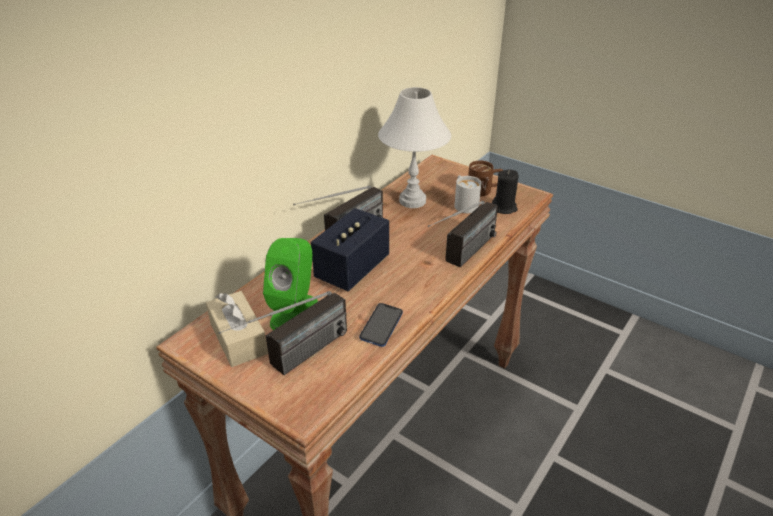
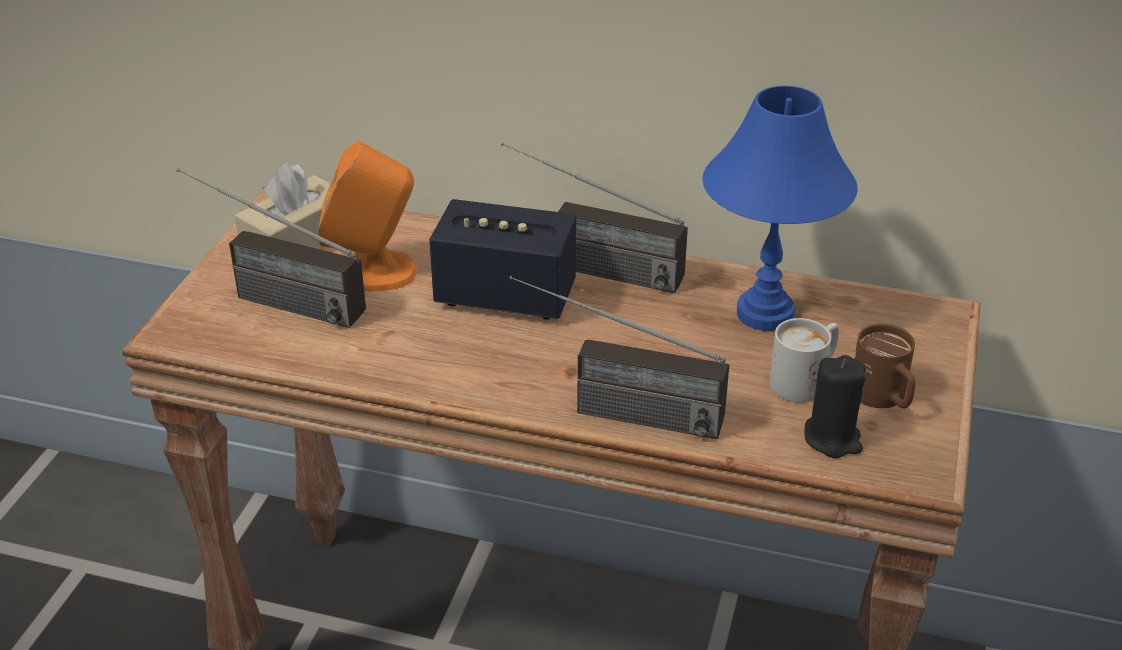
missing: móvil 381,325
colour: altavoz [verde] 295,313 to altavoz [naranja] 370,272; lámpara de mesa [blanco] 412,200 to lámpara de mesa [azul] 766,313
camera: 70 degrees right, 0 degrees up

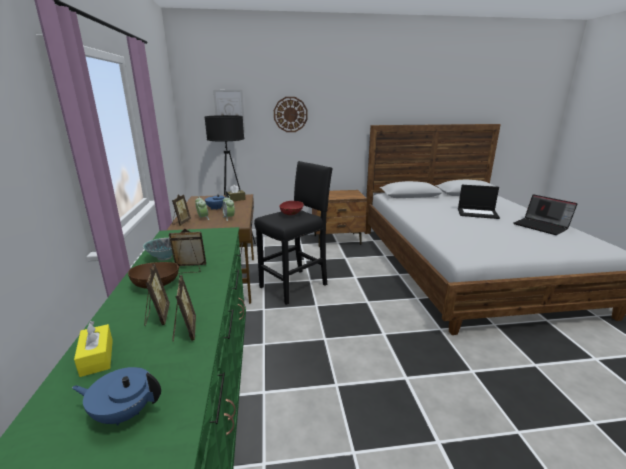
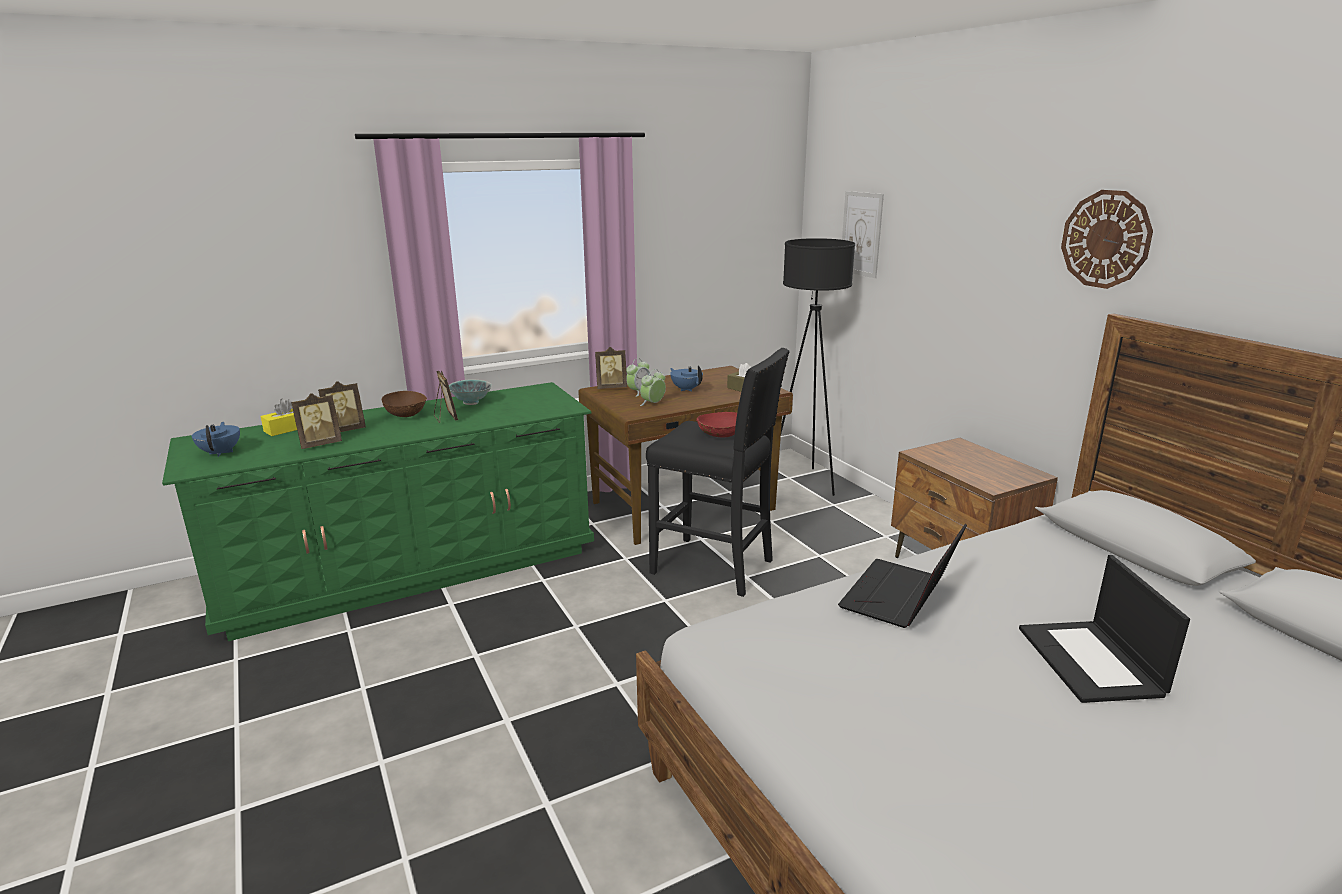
relocated: reloj de pared 290,114 to 1106,239; portátil 542,226 to 900,598
camera: 70 degrees right, 0 degrees up

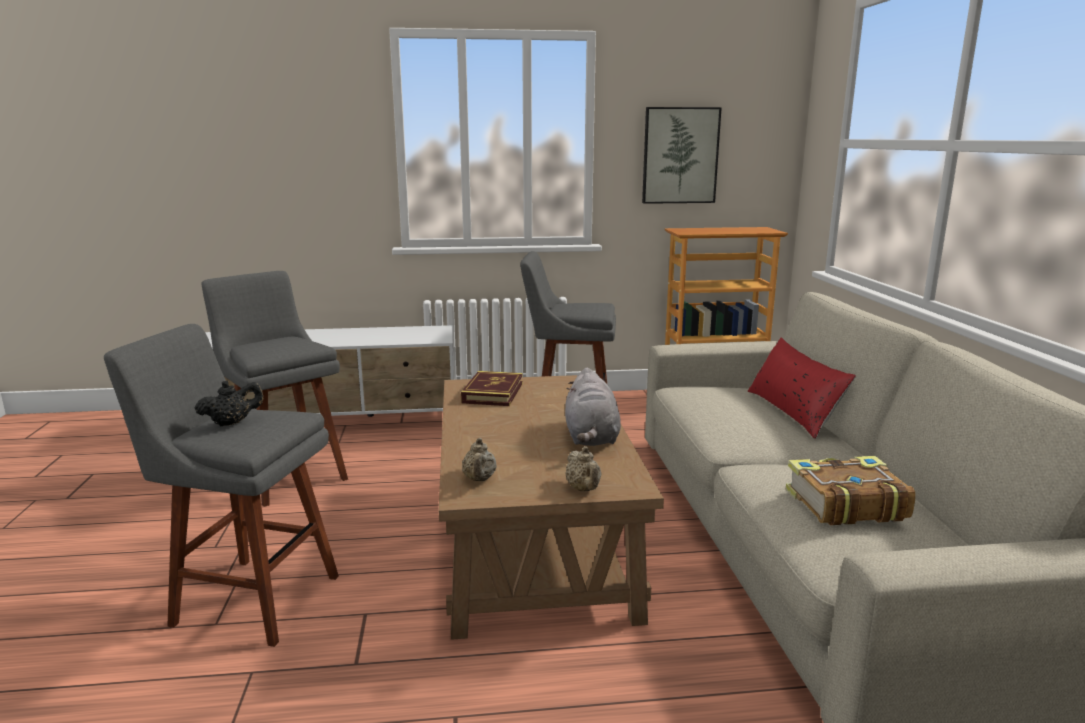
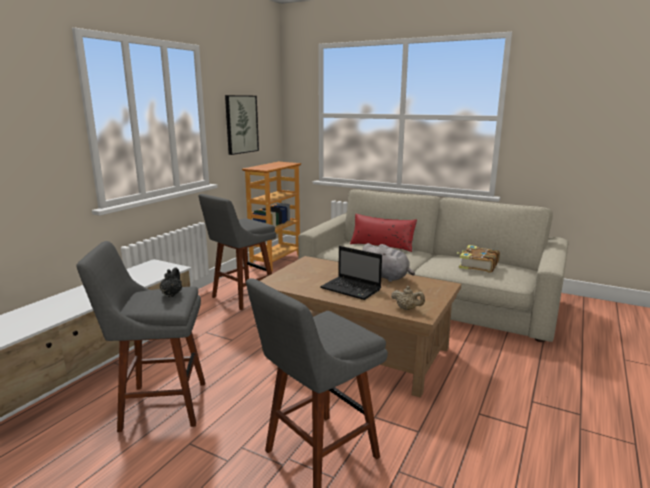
missing: libro 493,393; tetera [beis] 584,489
appeared: portátil 352,289
relocated: tetera [negro] 232,423 to 172,294
camera: 55 degrees left, 0 degrees up

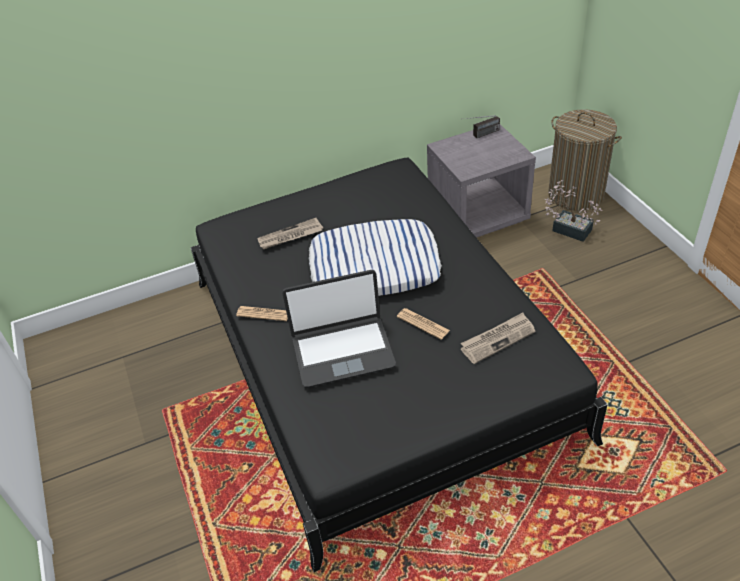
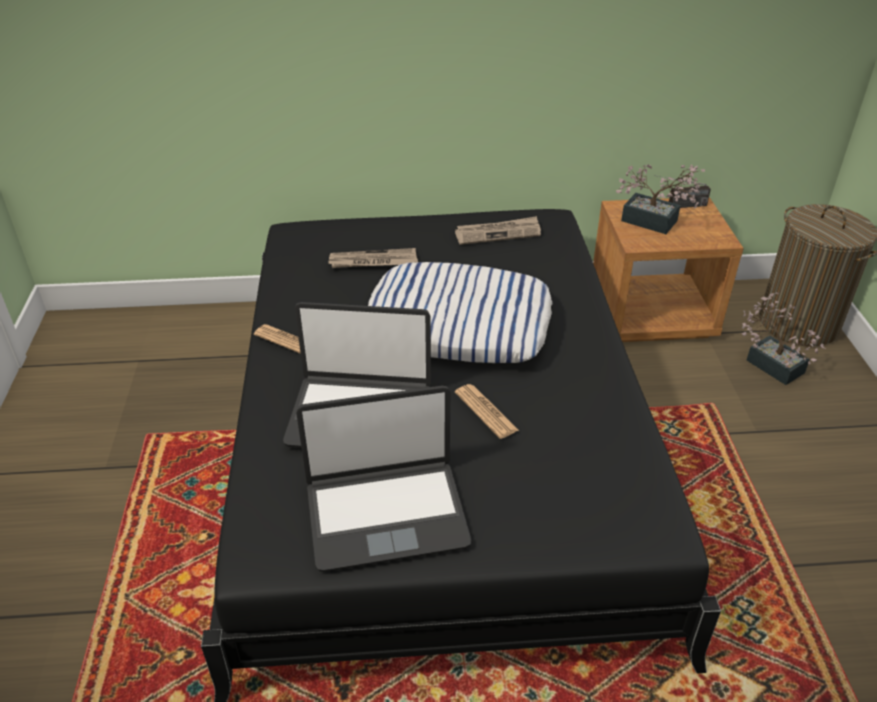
appeared: portátil 386,514; planta en maceta 655,223
relocated: periódico 497,339 to 498,233
colour: mesita de noche [gris] 478,215 to mesita de noche [marrón] 652,315
camera: 15 degrees right, 5 degrees down

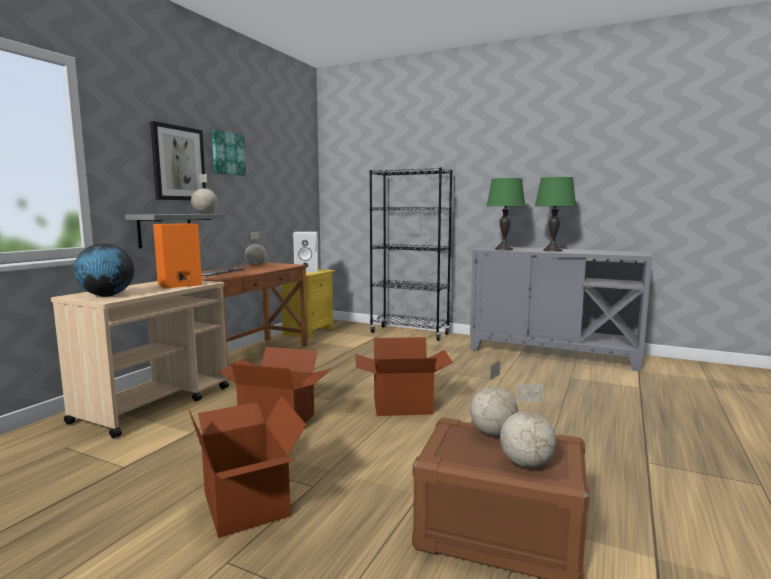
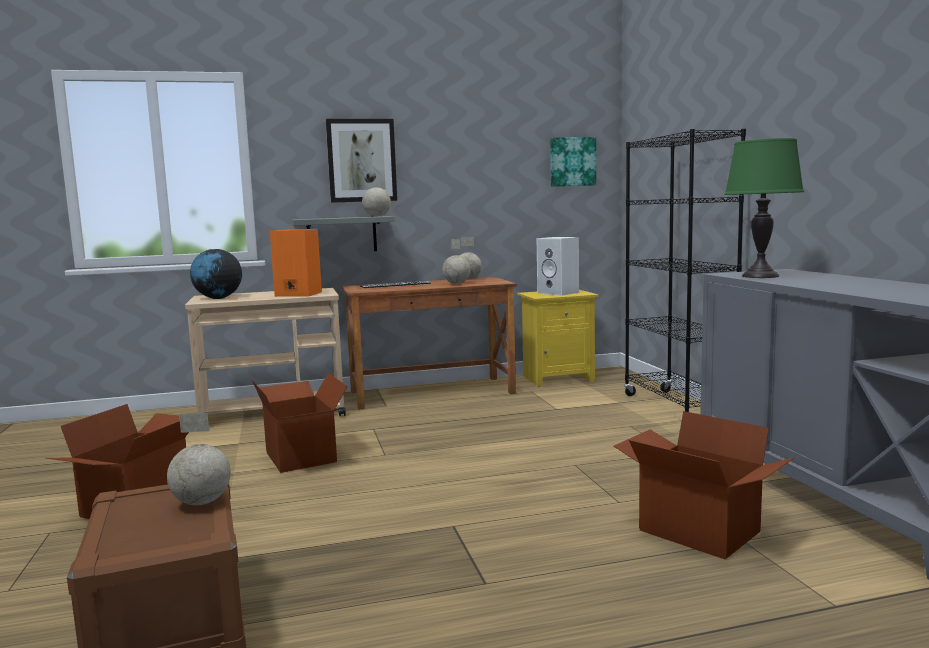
missing: lámpara de mesa [verde] 552,250
relocated: cuadro 227,153 to 572,162; caja de cartón 402,406 to 697,532; globo terráqueo 525,463 to 457,283
camera: 50 degrees right, 0 degrees up

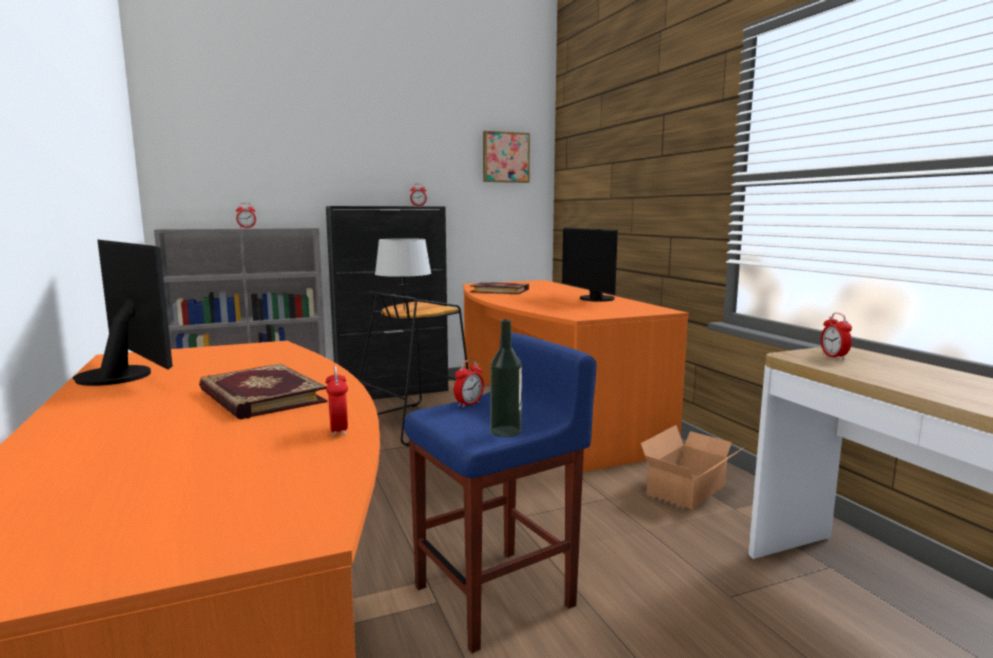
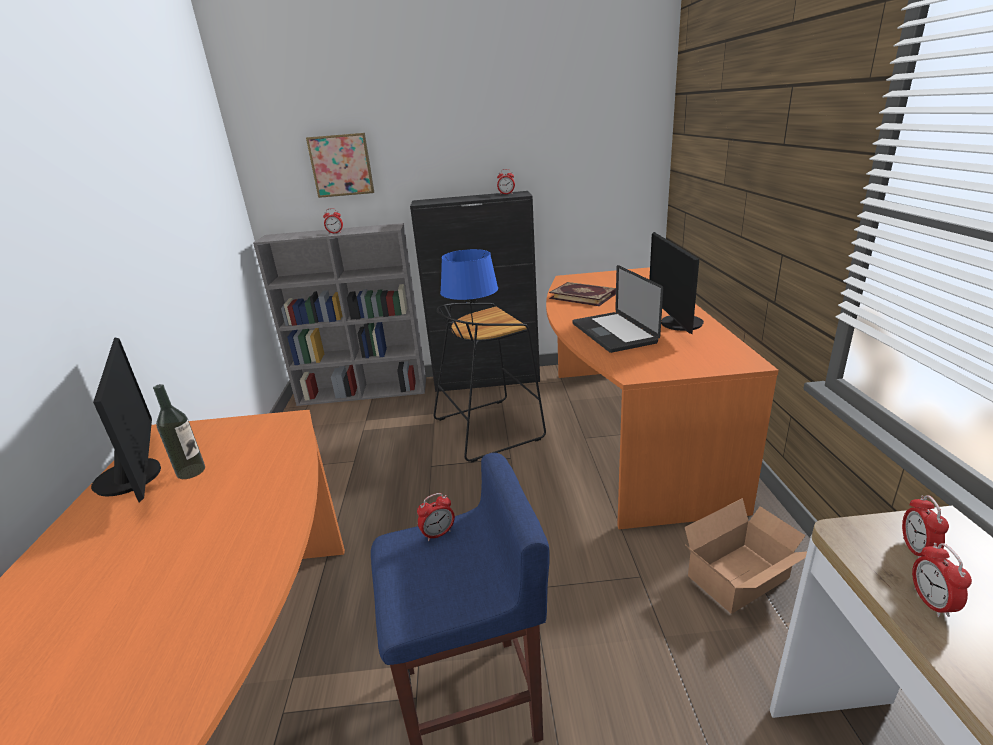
missing: libro 259,396
appeared: portátil 613,333
relocated: despertador 338,430 to 931,602; cuadro 505,157 to 341,165; botella 505,431 to 191,471
colour: lámpara de mesa [gris] 404,310 to lámpara de mesa [azul] 472,326
camera: 20 degrees right, 15 degrees up

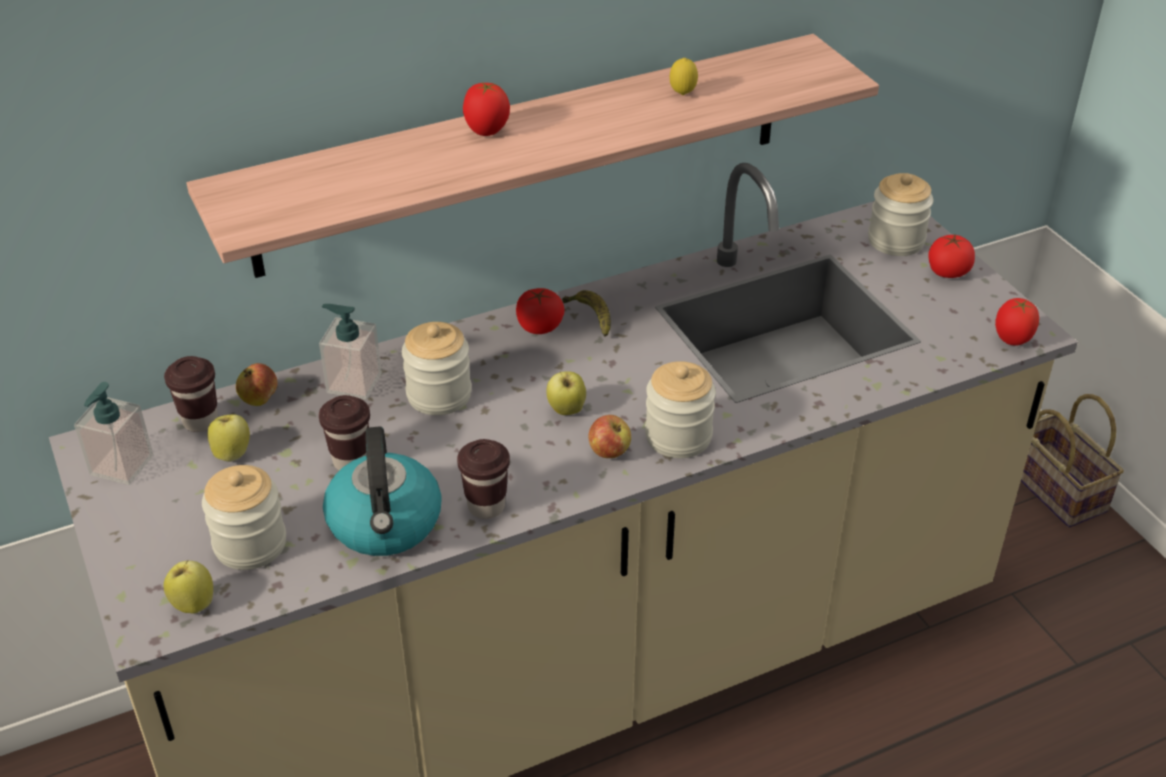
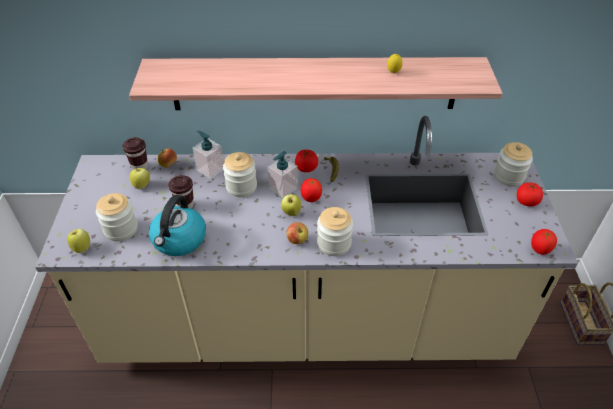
missing: taza [marrón] 486,506
relocated: dispensador de jabón 121,465 to 283,188; tomate 487,132 to 311,199
camera: 25 degrees right, 5 degrees up

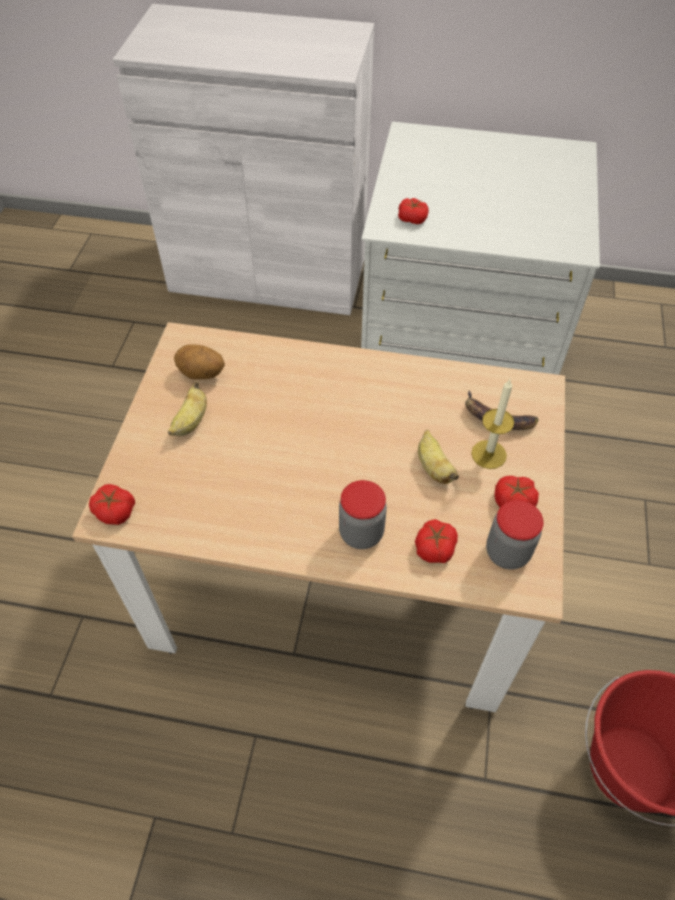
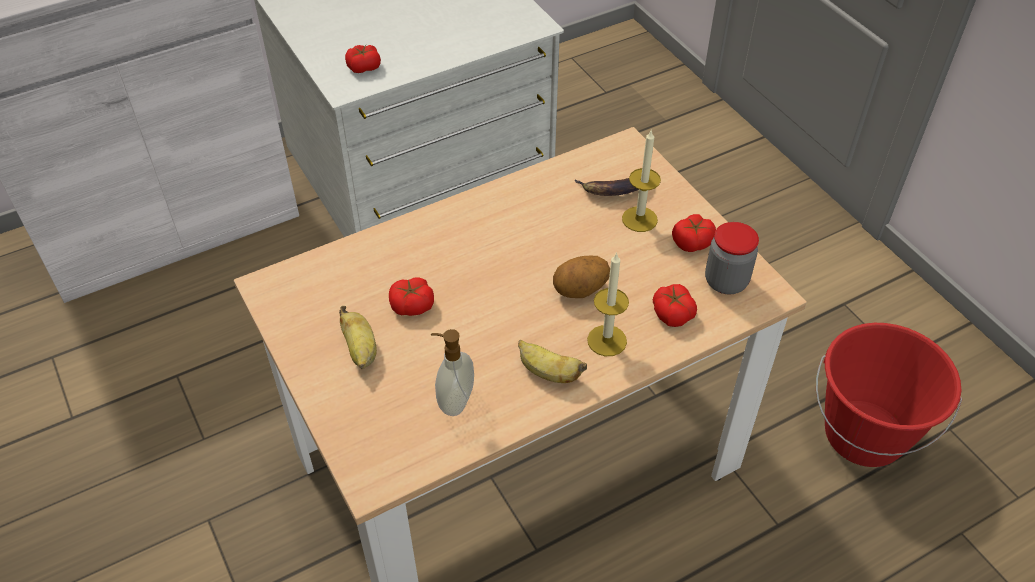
appeared: dispensador de jabón 454,401
relocated: tomate 114,511 to 412,305; patata 201,374 to 580,290; plátano 433,467 to 548,373
exchanged: tarro 361,533 to vela 607,340
camera: 40 degrees left, 5 degrees down

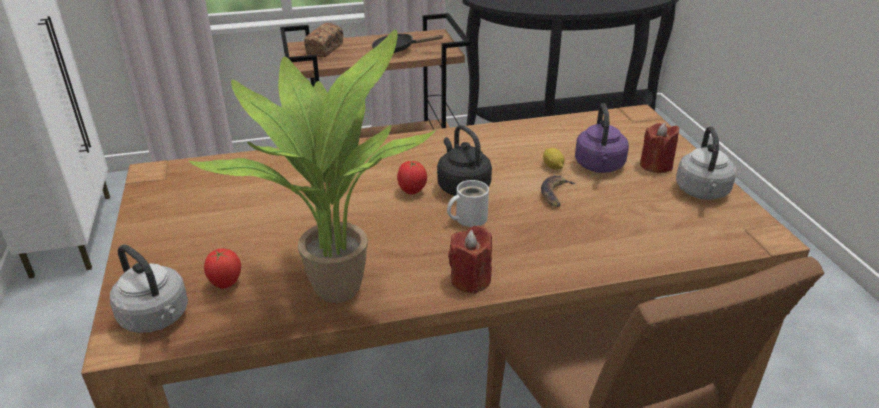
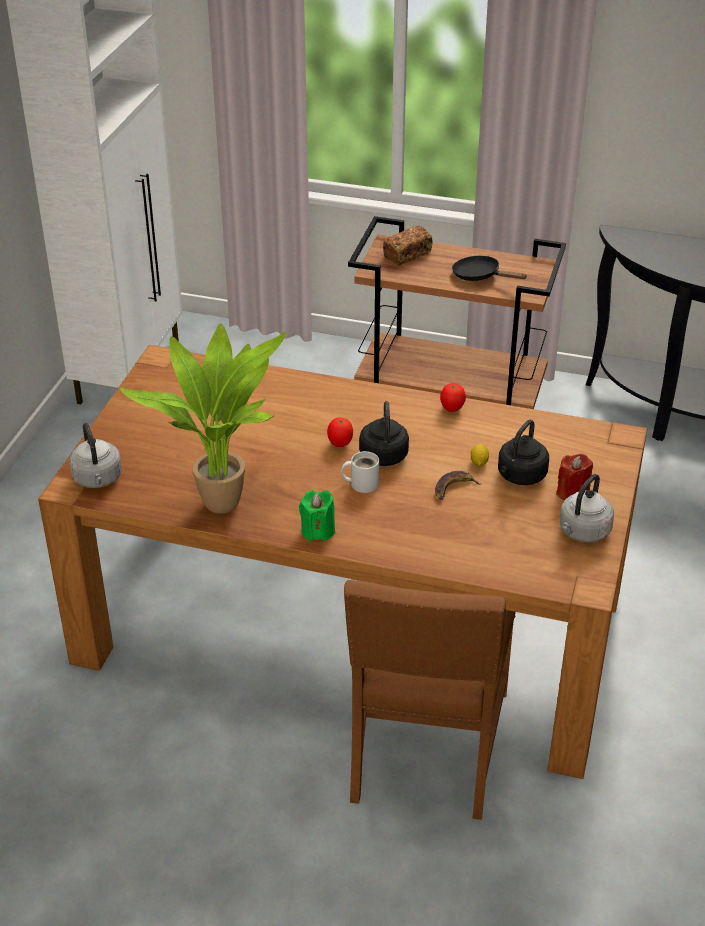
relocated: tomate 225,284 to 451,409
colour: vela [rojo] 470,279 to vela [verde] 317,531; hervidor [morado] 599,166 to hervidor [negro] 520,476
camera: 30 degrees right, 5 degrees up

